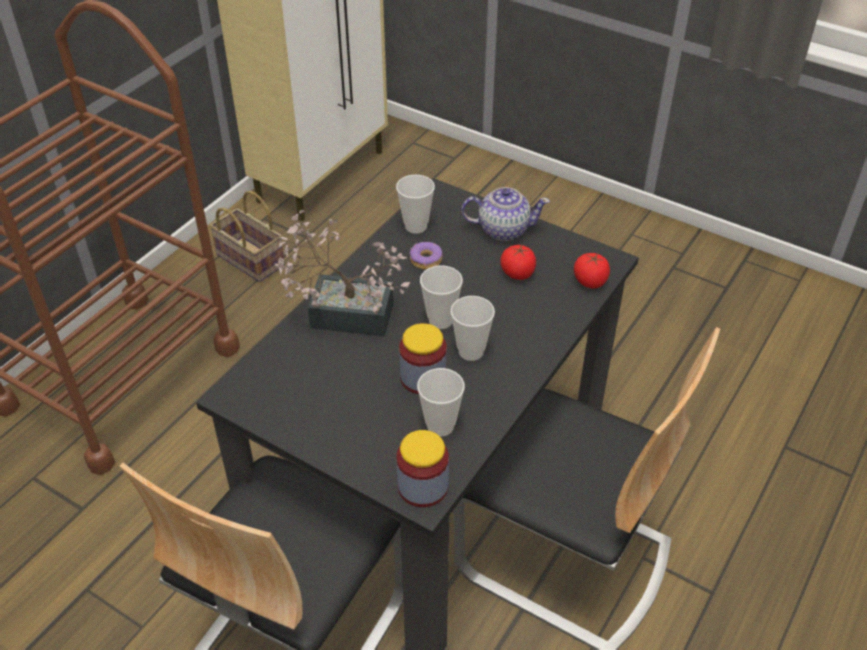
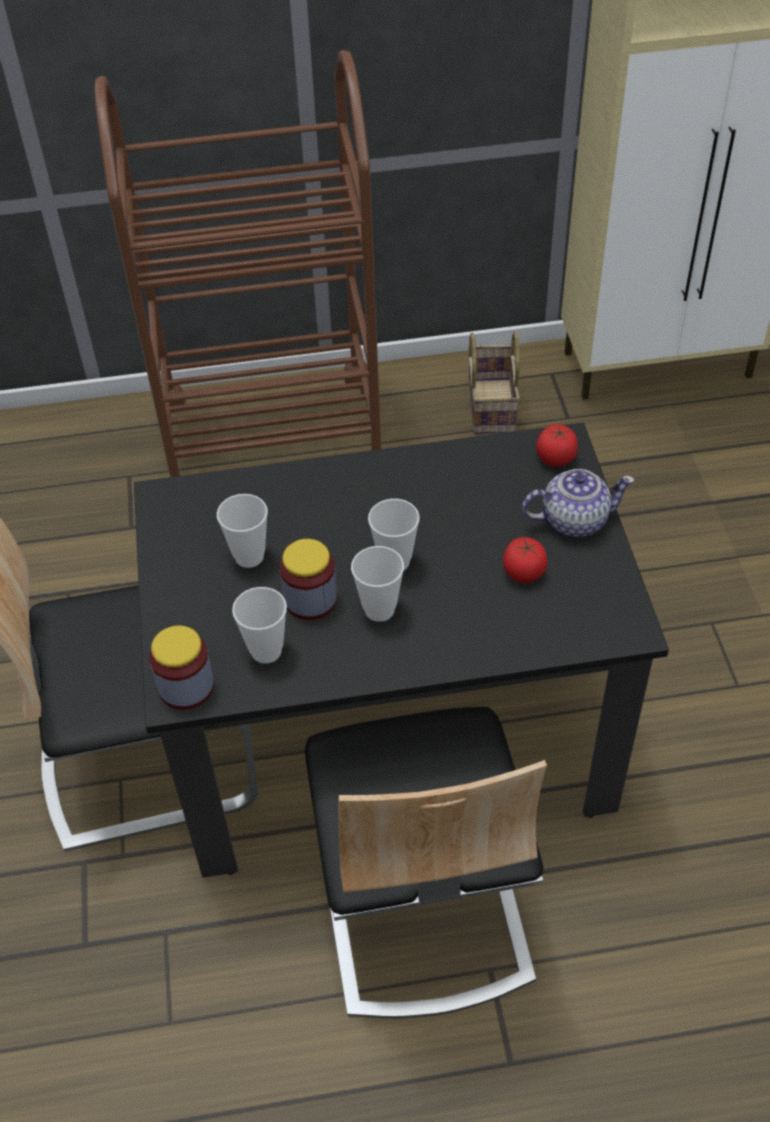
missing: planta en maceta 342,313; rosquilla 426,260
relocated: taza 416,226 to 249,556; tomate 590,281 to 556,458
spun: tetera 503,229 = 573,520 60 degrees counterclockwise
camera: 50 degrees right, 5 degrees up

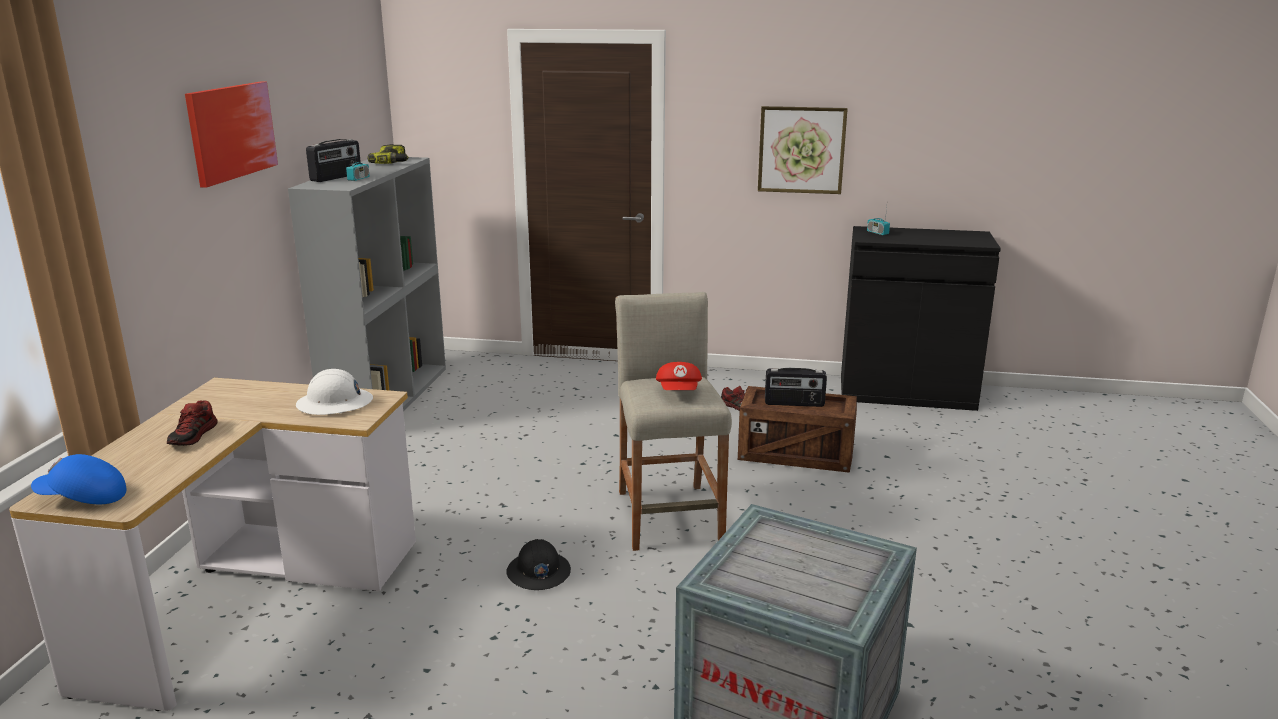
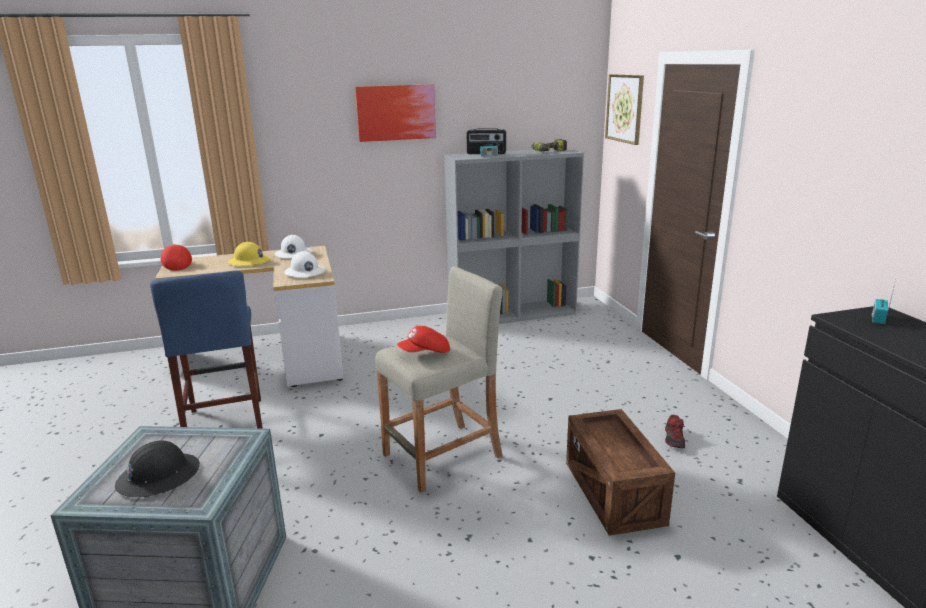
missing: radio 794,403
appeared: taburete [azul] 226,424; casco [blanco] 293,254
relocated: casco [negro] 538,572 to 158,476; cuadro 801,150 to 625,108
exchanged: zapato 193,436 to casco [amarillo] 249,262
colour: gorra [azul] 83,499 to gorra [rojo] 176,266
camera: 65 degrees right, 0 degrees up

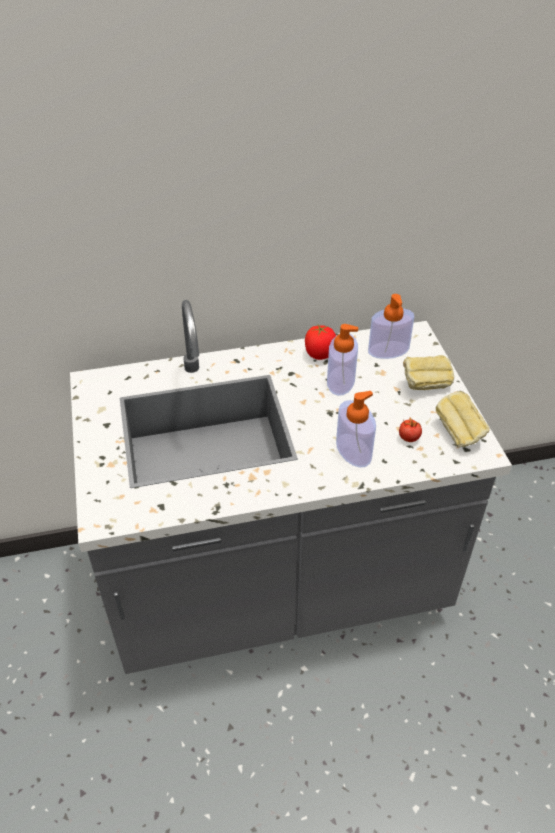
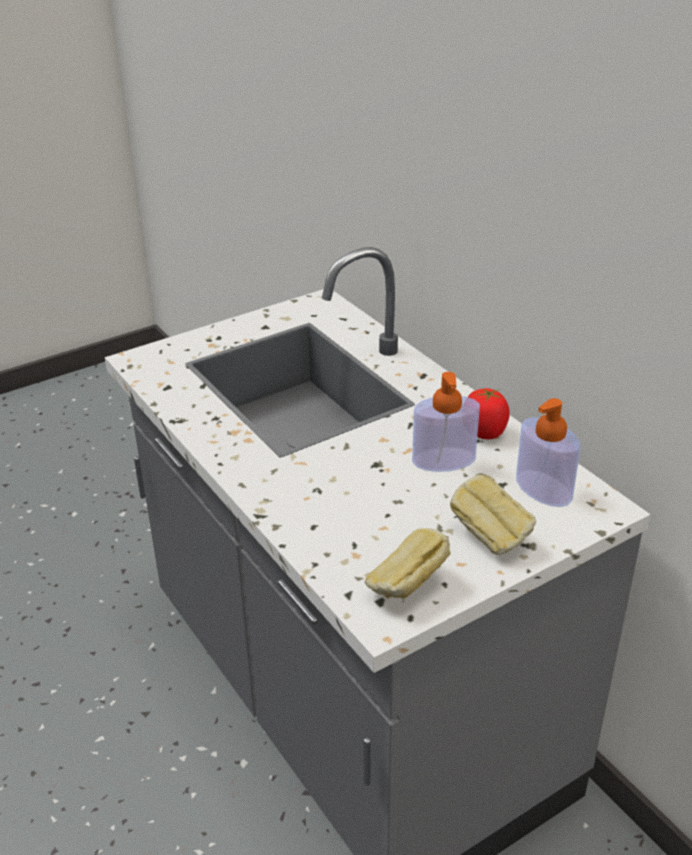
missing: dispensador de jabón 353,450; tomate 409,438
camera: 70 degrees right, 10 degrees down

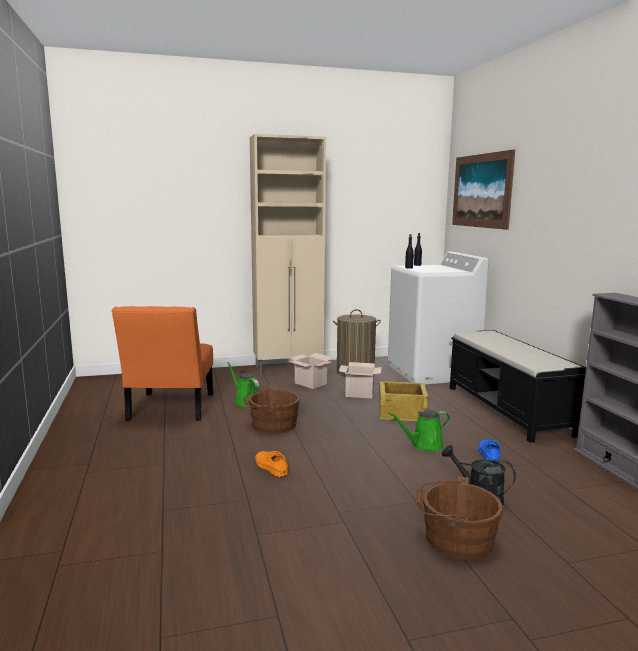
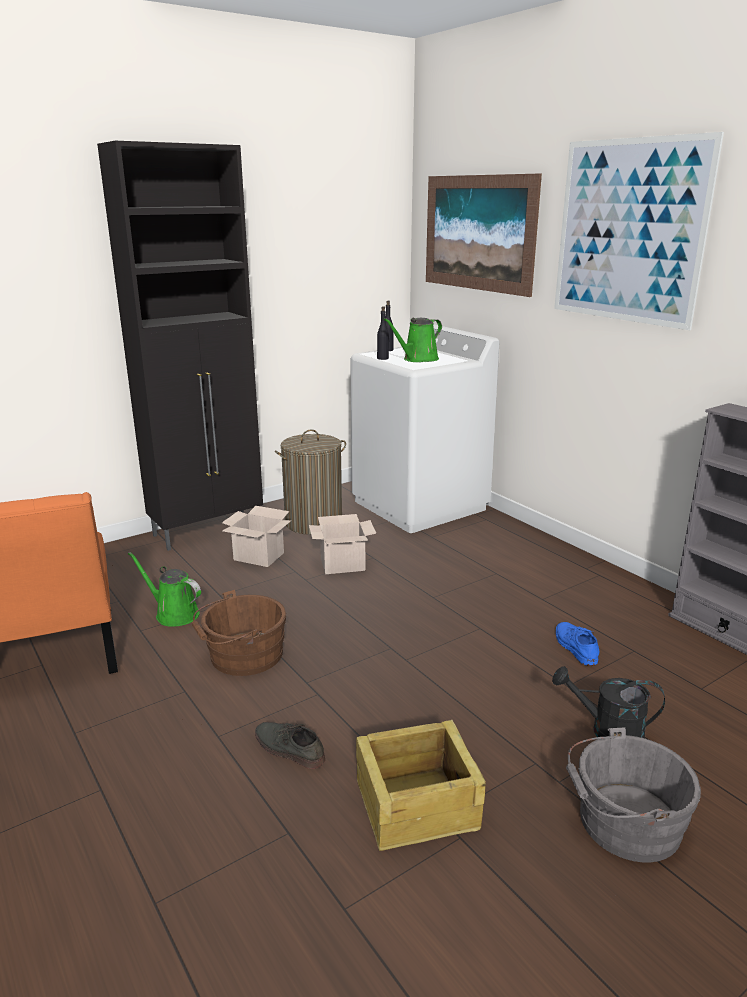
missing: banco [negro] 507,410
appeared: cuadro 628,232
relocated: caja de embalaje 401,413 to 415,804; regadera [verde] 424,445 to 418,359
colour: armario [beis] 289,368 to armario [negro] 209,530; zapato [naranja] 270,467 to zapato [gris] 288,749; cubo [marrón] 454,538 to cubo [gris] 623,822
camera: 20 degrees left, 10 degrees up

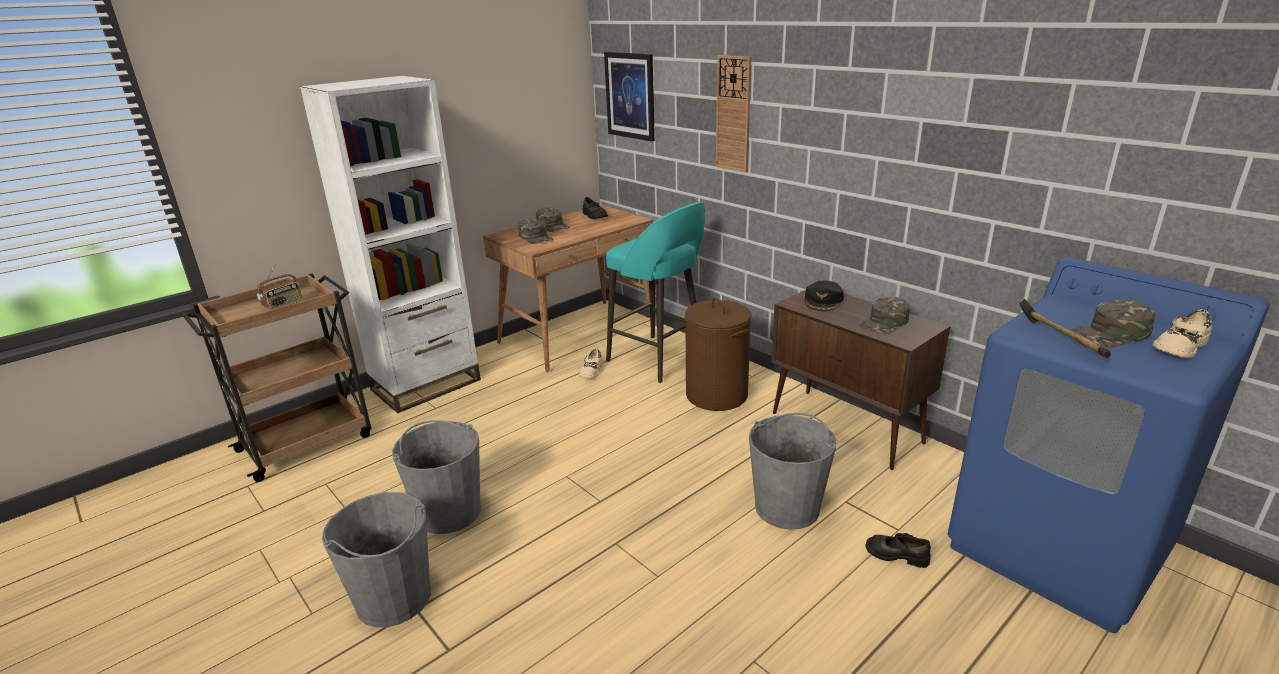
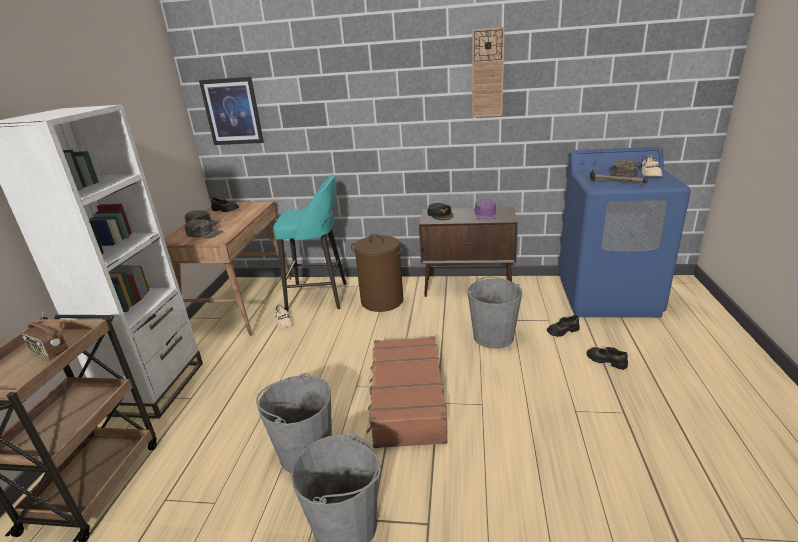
appeared: maleta [marrón] 407,400; zapato [negro] 606,360
relocated: reloj de pared 733,114 to 487,73
colour: gorra [verde] 885,323 to gorra [morado] 486,214
spun: radio 283,305 = 49,352 120 degrees clockwise
camera: 40 degrees left, 0 degrees up

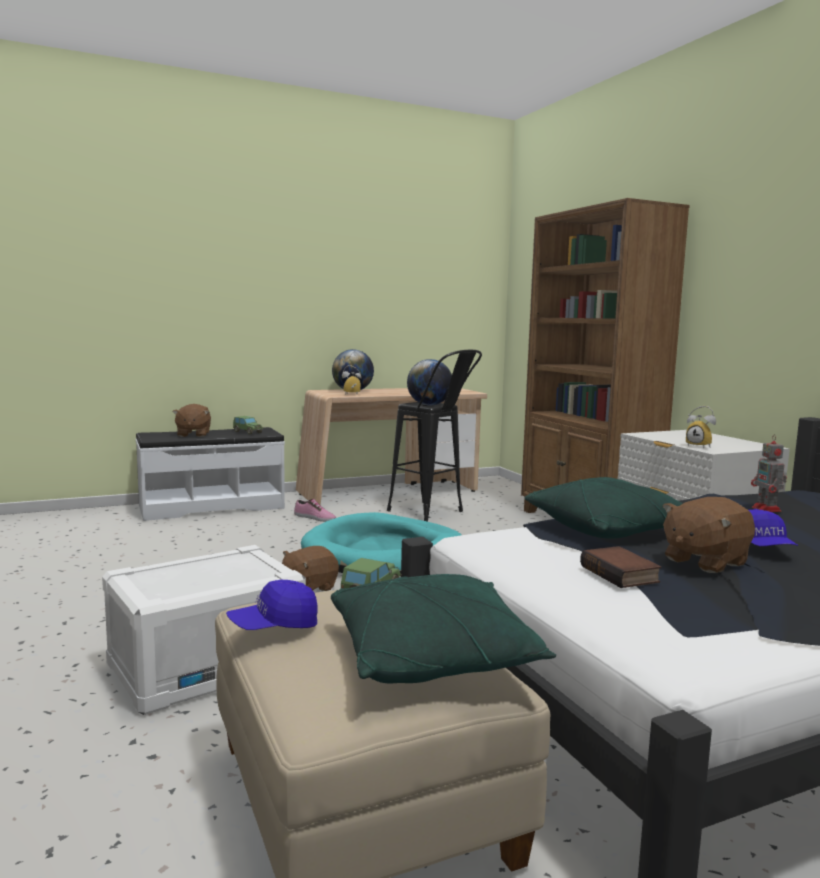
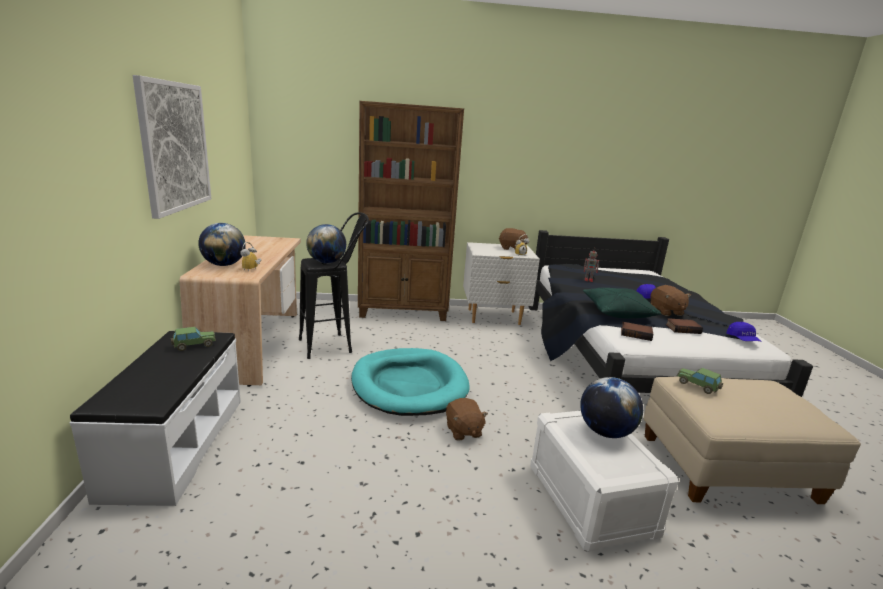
missing: zapato 314,518; cojín [verde] 433,656
appeared: cuadro 175,147; globo terráqueo 605,432; libro 636,334
relocated: peluche [marrón] 193,434 to 512,248; gorra [azul] 274,626 to 742,340
camera: 70 degrees left, 10 degrees up

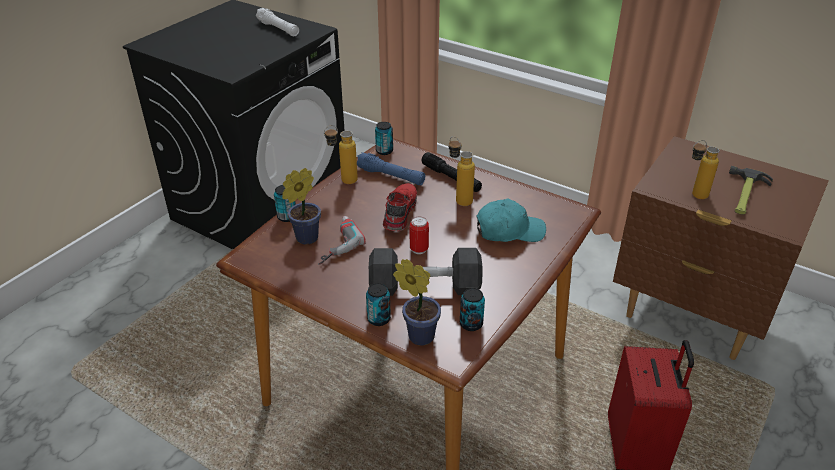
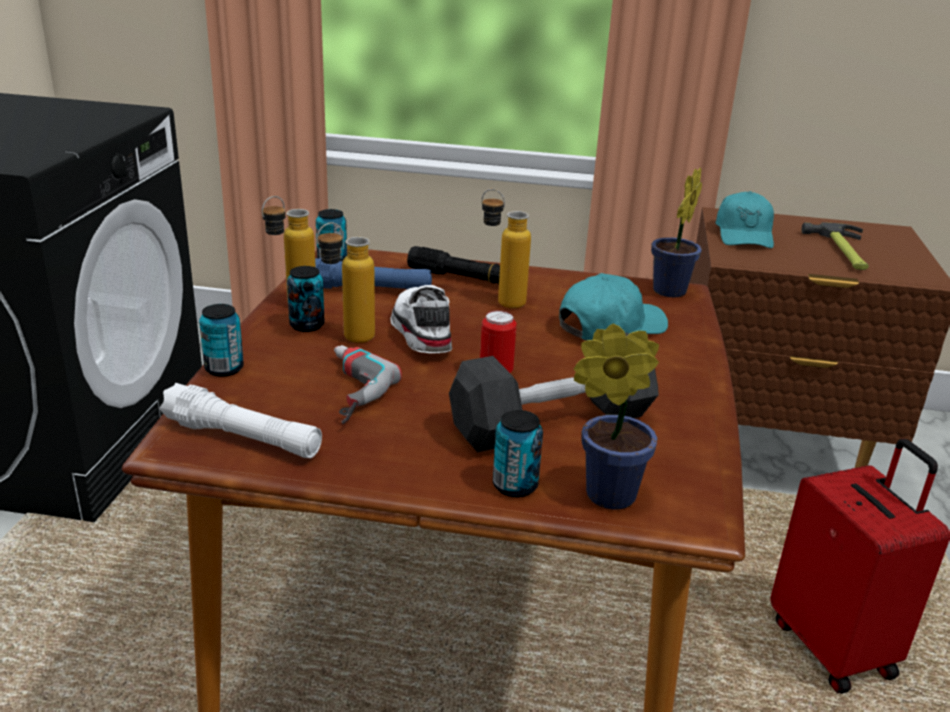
appeared: gorra [turquesa] 744,235
relocated: linterna [blanco] 278,29 to 242,438; planta en maceta 304,239 to 667,292; lata 471,324 to 307,325; botella 693,196 to 347,340
colour: zapato [rojo] 398,212 to zapato [blanco] 420,331
camera: 25 degrees left, 10 degrees down

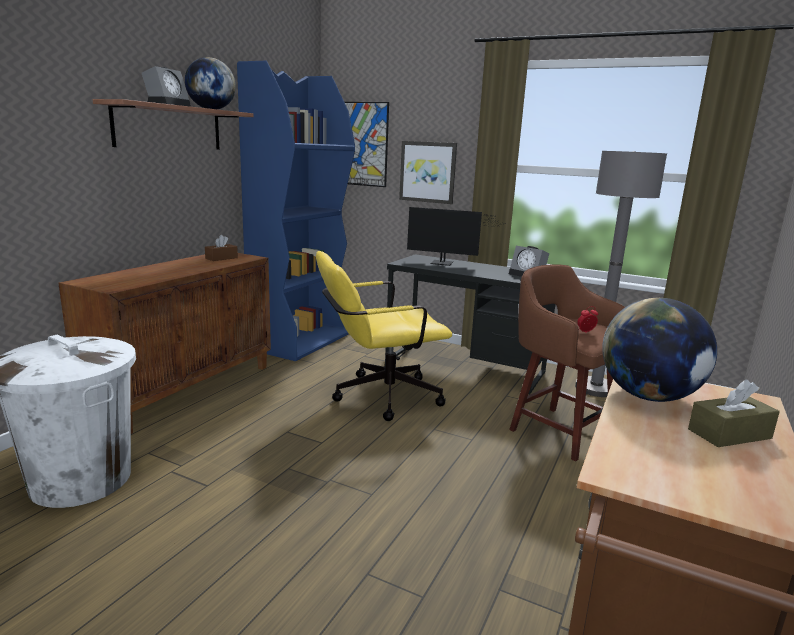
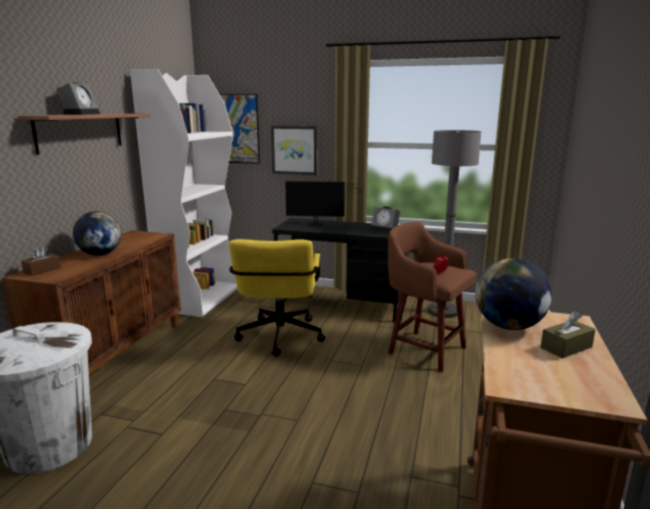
relocated: globo terráqueo 211,109 to 100,254; caja de pañuelos [marrón] 221,258 to 42,270
colour: estantería [azul] 302,340 to estantería [blanco] 201,298
spun: silla de oficina [amarillo] 378,396 = 279,339 60 degrees counterclockwise
camera: 10 degrees left, 0 degrees up

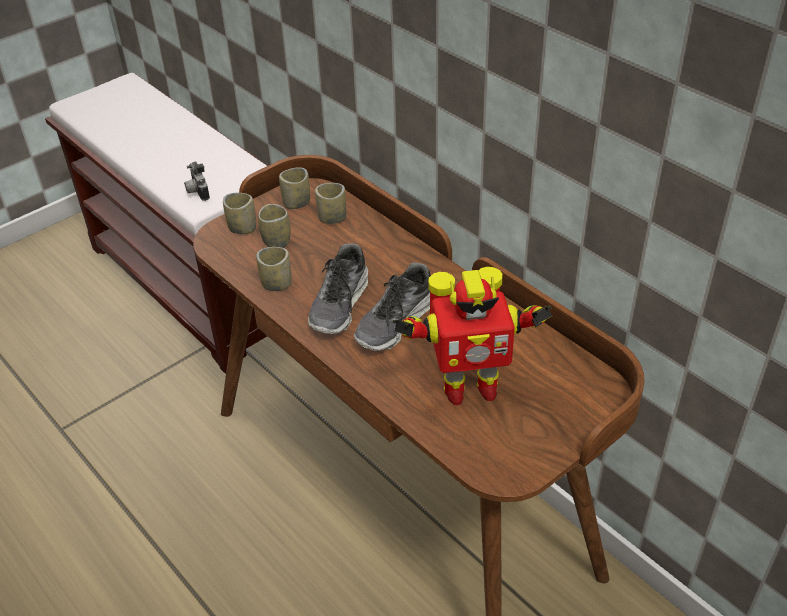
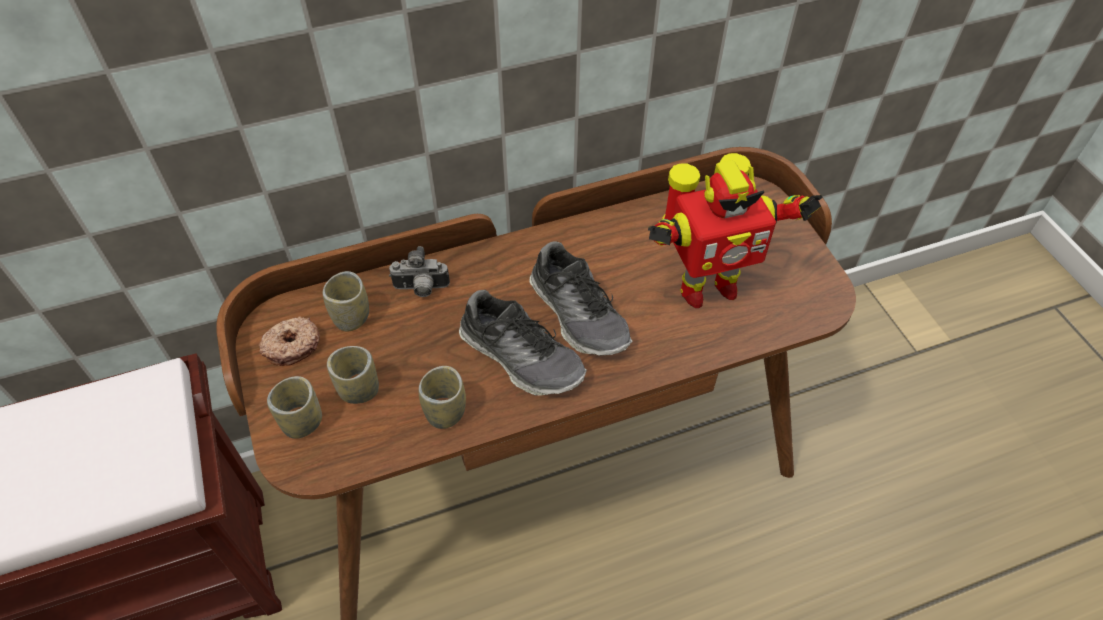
relocated: cámara 197,192 to 421,289
exchanged: taza 296,203 to rosquilla 292,346
spun: robot de juguete 468,387 = 705,287 60 degrees clockwise
camera: 70 degrees left, 10 degrees up

